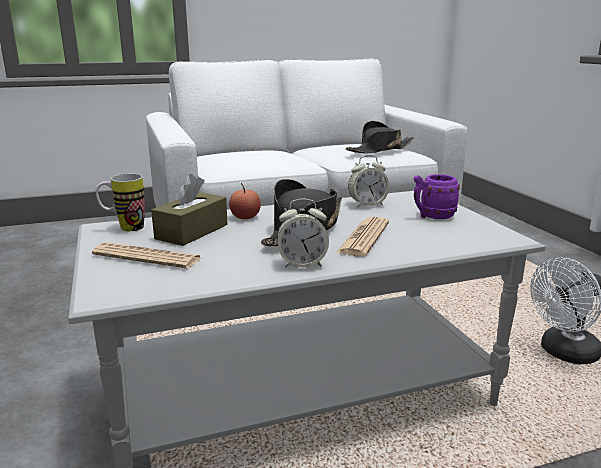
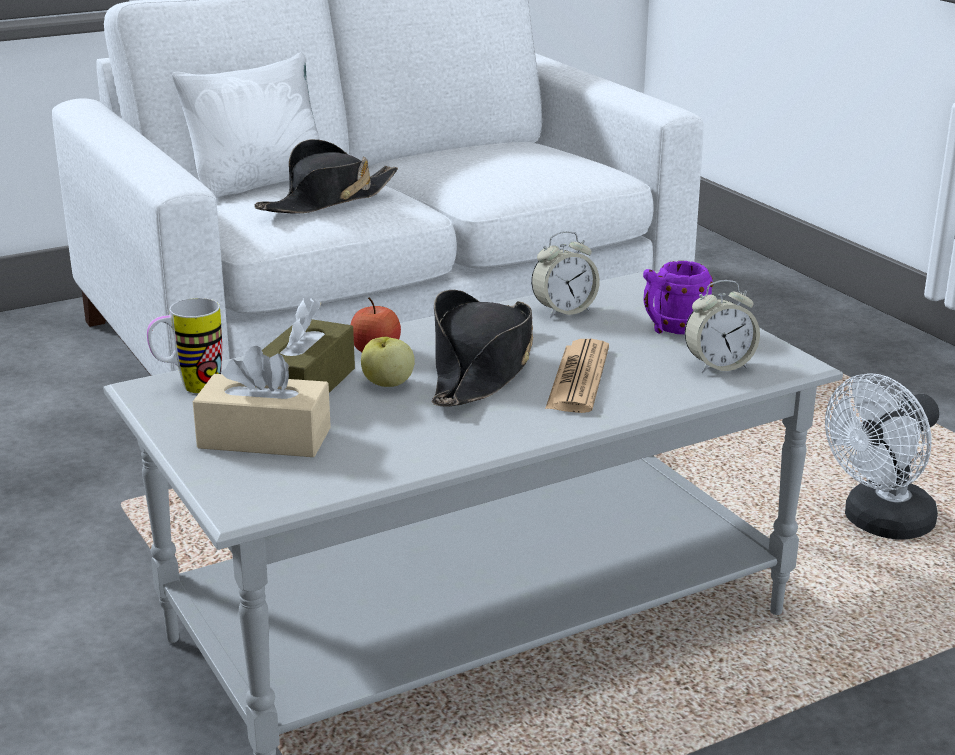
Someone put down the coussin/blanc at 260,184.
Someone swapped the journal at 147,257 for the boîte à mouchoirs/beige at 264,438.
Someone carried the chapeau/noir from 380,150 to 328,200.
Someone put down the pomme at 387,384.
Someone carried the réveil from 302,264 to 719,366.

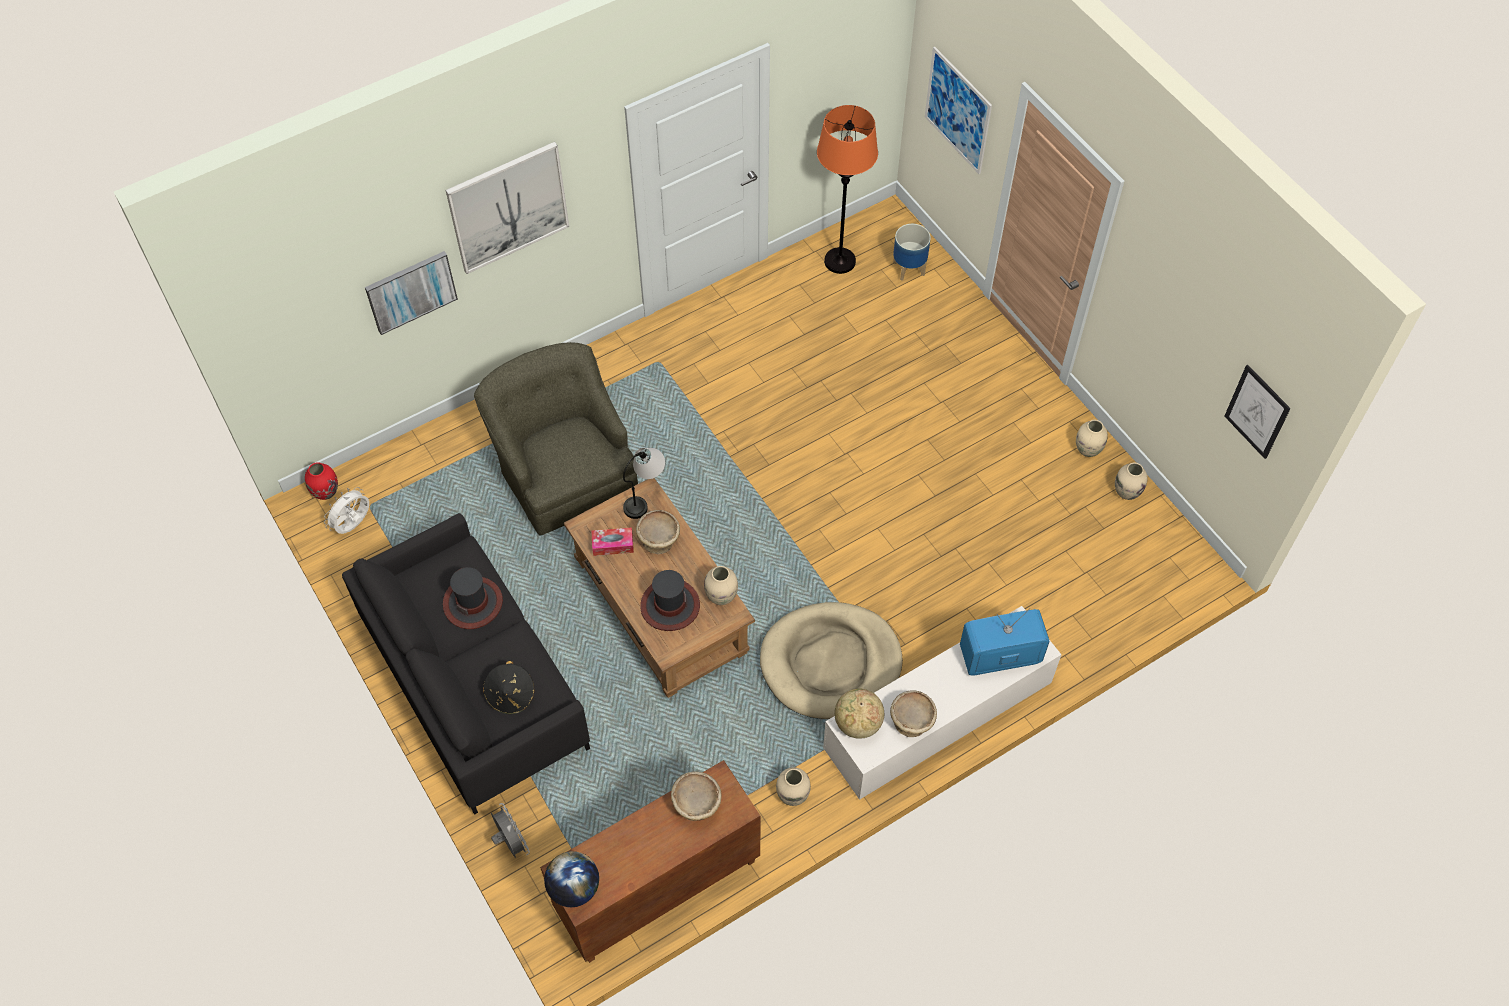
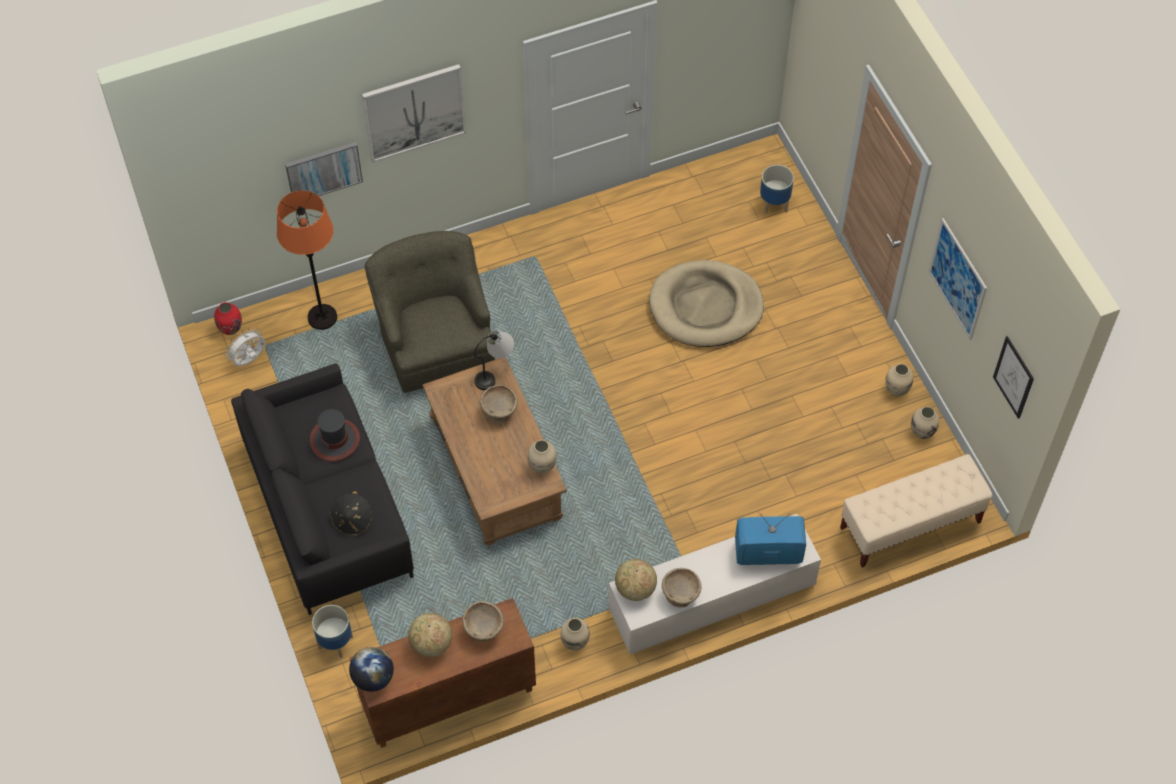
Someone carried the lampadaire/orange from 840,261 to 322,317.
Someone swapped the ventilateur/gris at 511,842 for the cache-pot at 335,642.
Someone put down the globe at 431,644.
Someone carried the panier pour chien/beige from 830,663 to 705,307.
Someone put down the banc/beige at 910,525.
Someone carried the tableau from 957,110 to 957,279.
Someone took away the boîte à mouchoirs at 613,545.
Someone took away the chapeau at 669,605.

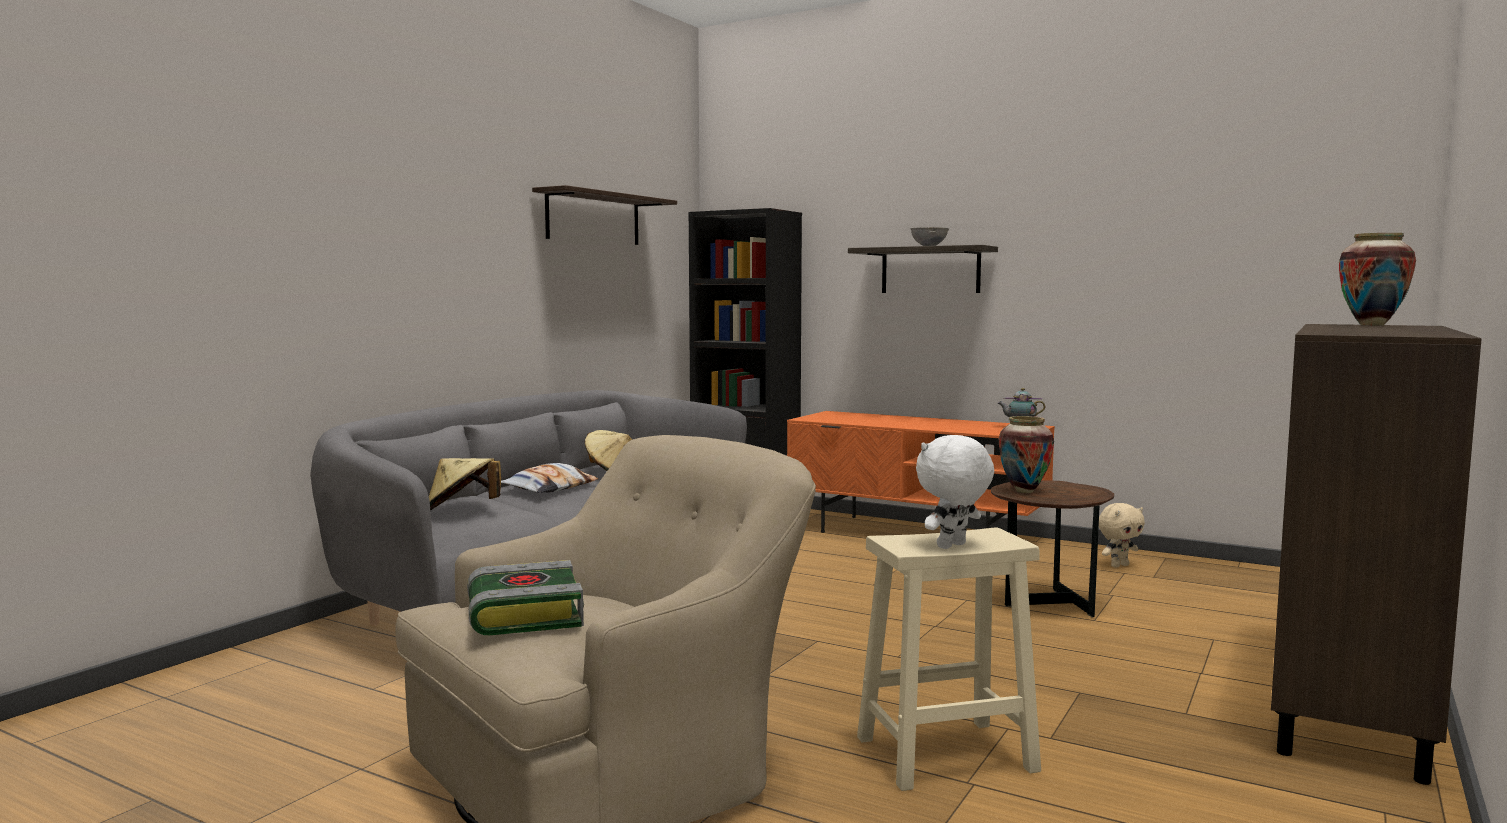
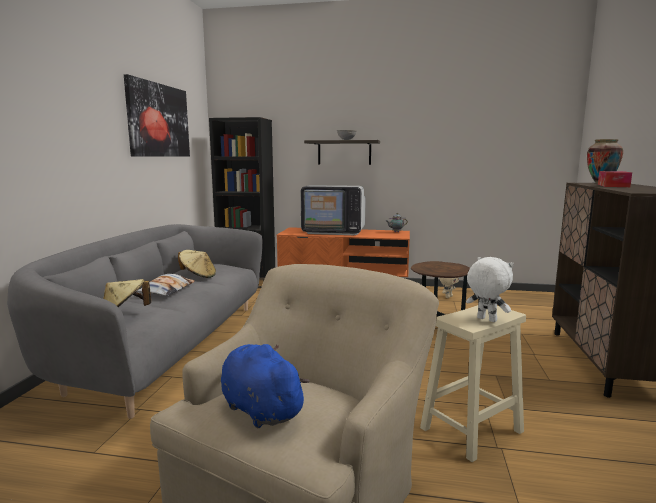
Someone swapped the étagère at 593,218 for the tableau at 159,120.
Someone swapped the livre at 522,614 for the peluche/bleu at 259,409.
Someone put down the téléviseur at 334,232.
Someone rotated the peluche/blanc at 953,546 by 105 degrees clockwise.
Someone put down the boîte à mouchoirs at 613,185.
Someone took away the vase at 1024,491.

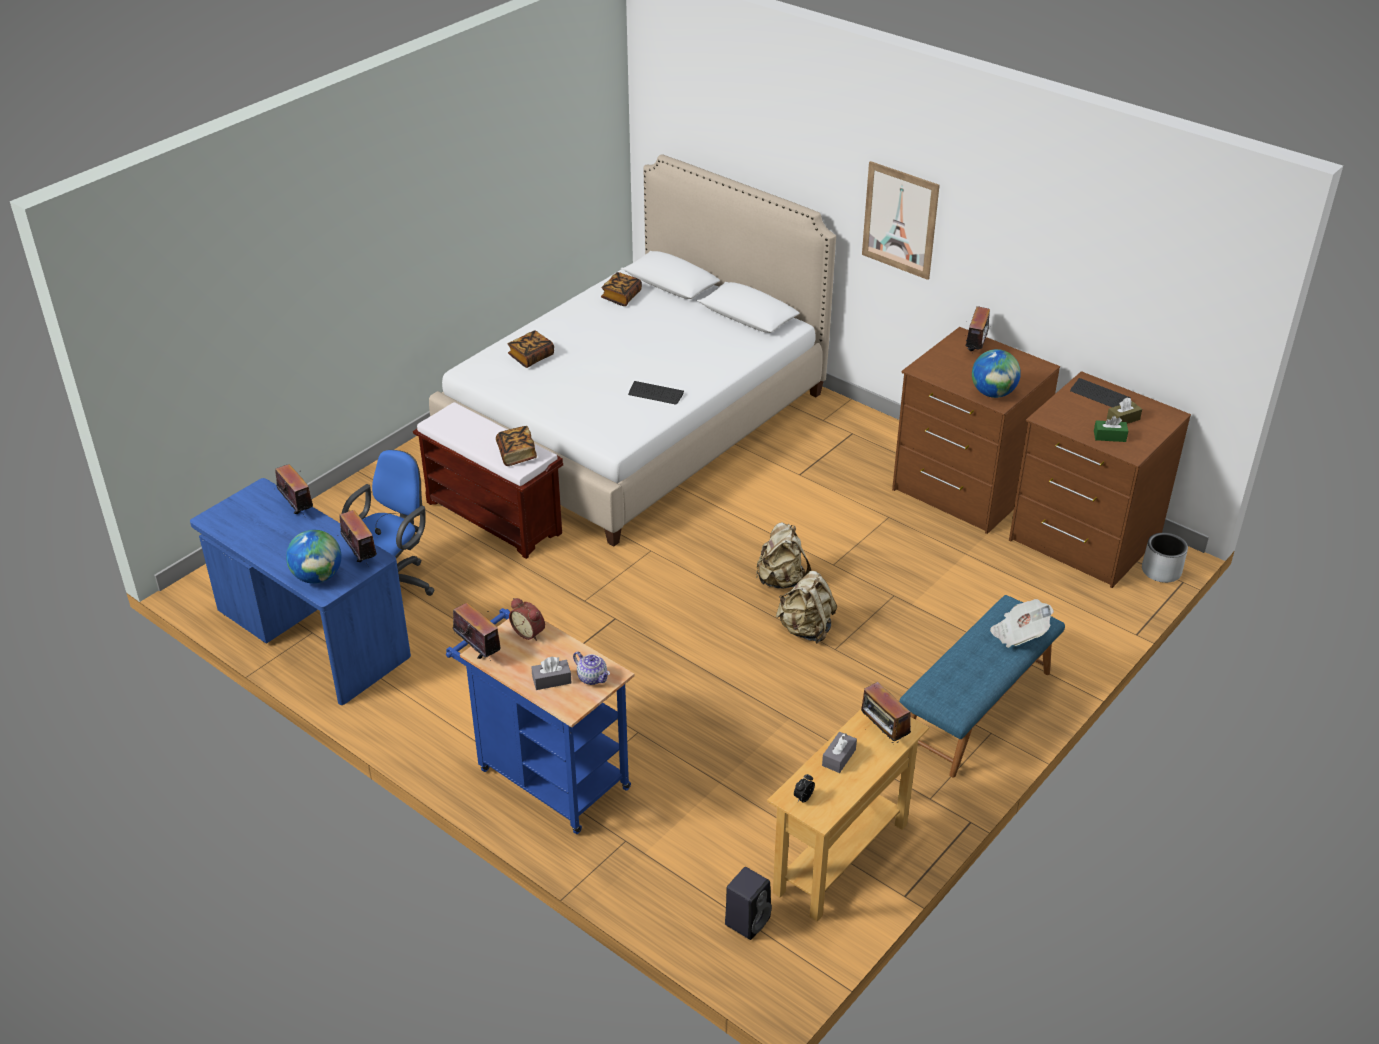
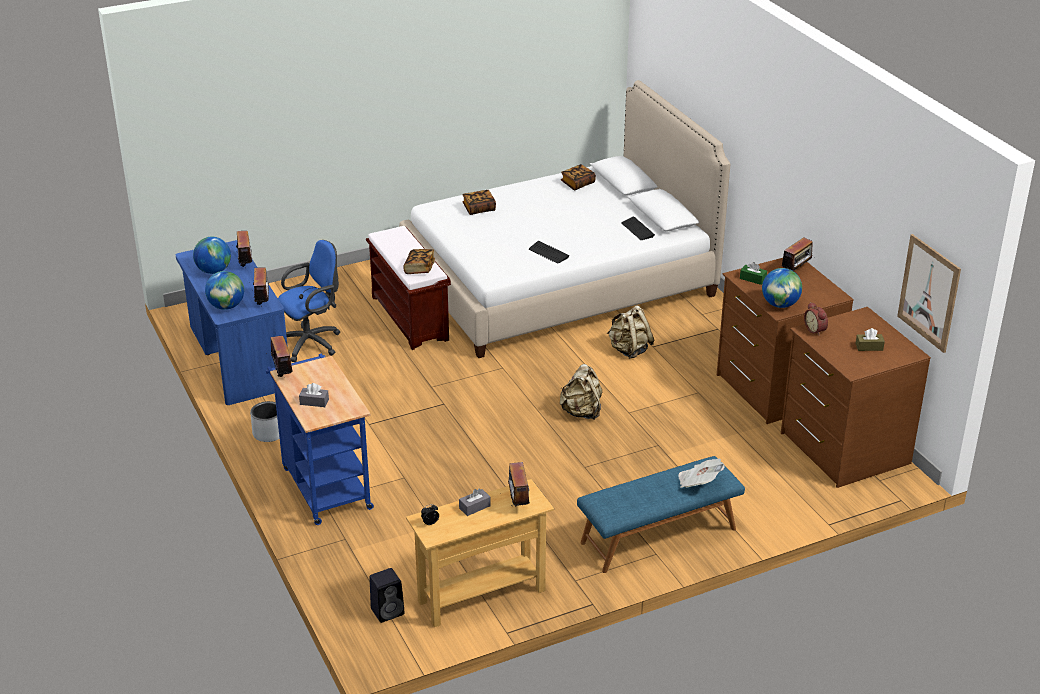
Someone put down the globe at 214,271.
Someone carried the cache-pot/gris from 1160,571 to 268,433.
Someone carried the sac à dos/beige from 806,629 to 629,350.
Someone carried the clavier from 1099,395 to 637,229.
Someone carried the boîte à mouchoirs/vert from 1109,436 to 753,279.
Someone carried the réveil from 529,632 to 816,330.
Someone carried the tableau from 900,220 to 929,293.
Someone took away the théière at 592,678.

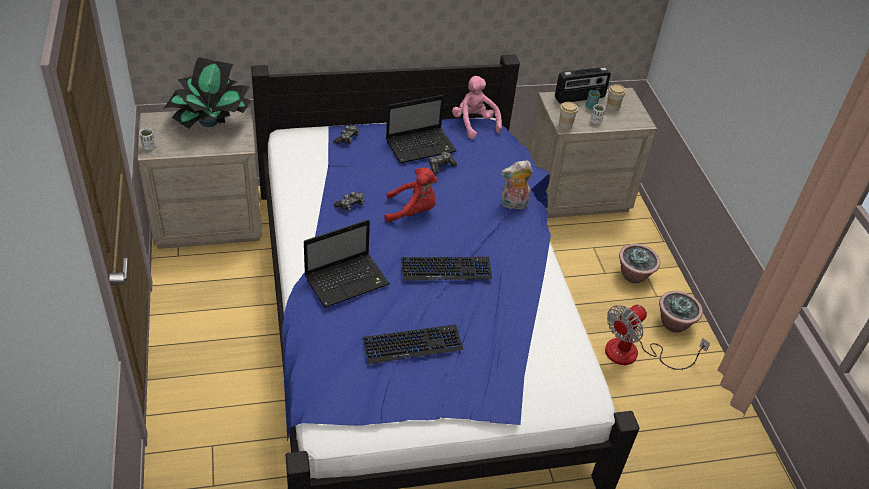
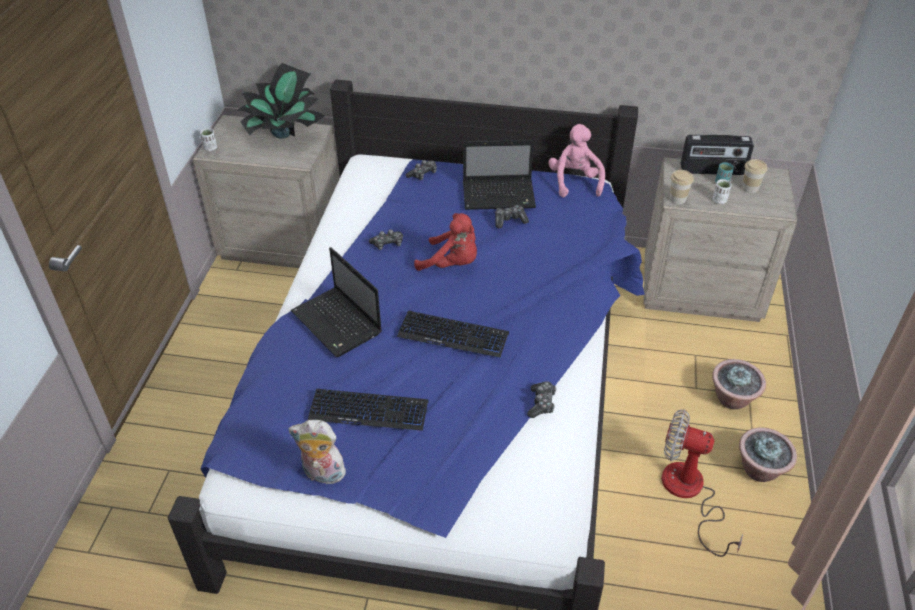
Someone carried the peluche from 513,205 to 322,474.
Someone rotated the ordinateur portable at 348,280 by 60 degrees clockwise.
Someone put down the manette at 541,403.
Someone rotated the ventilateur at 634,354 by 45 degrees clockwise.

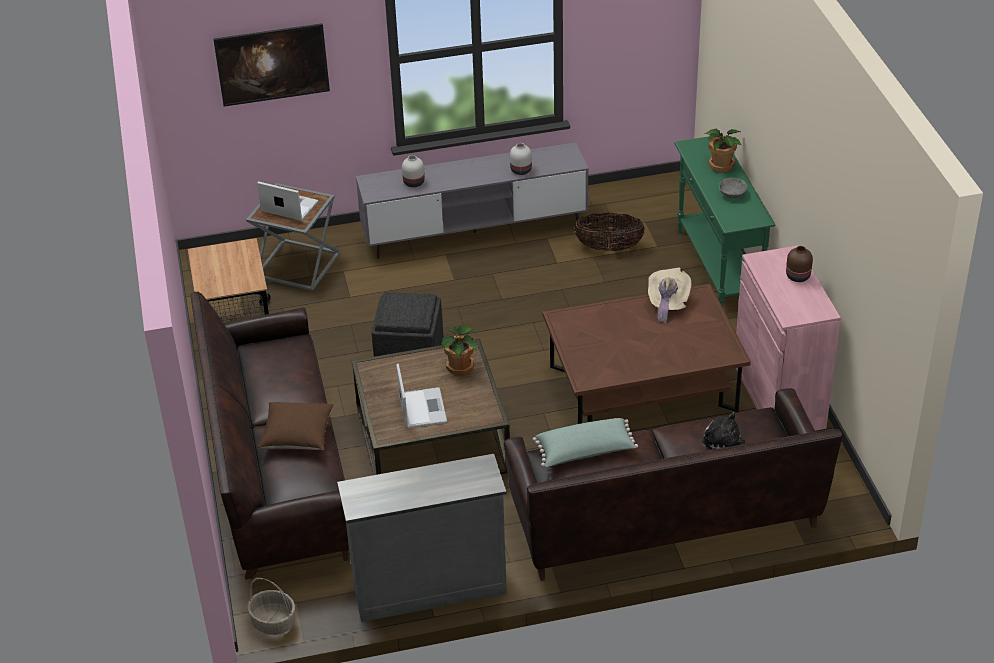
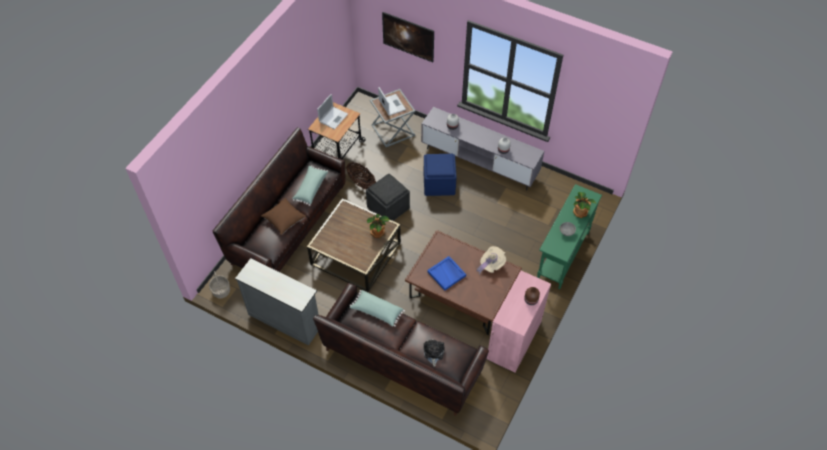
Someone put down the coussin/vert at 310,188.
Someone carried the ordinateur portable from 422,407 to 333,117.
Someone carried the panier from 609,247 to 361,183.
Someone put down the pouf/bleu at 438,184.
Someone put down the plateau/bleu at 447,274.

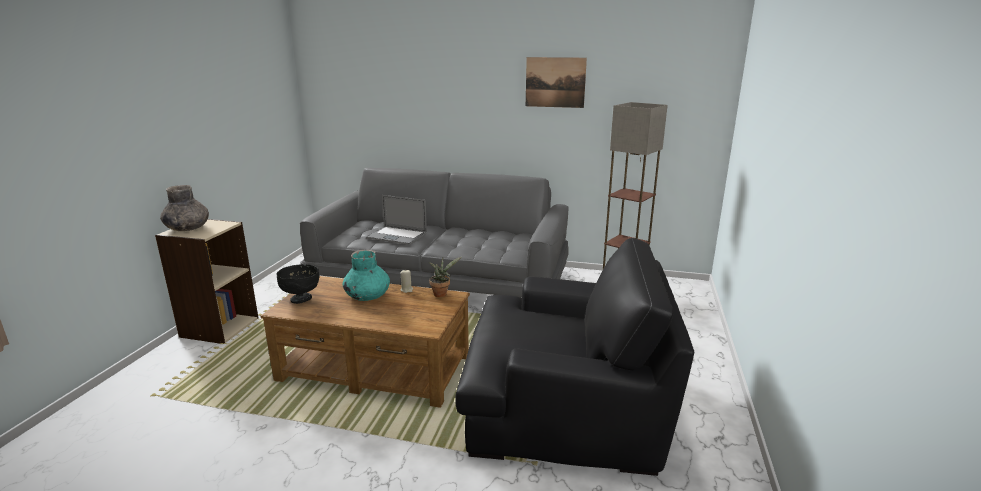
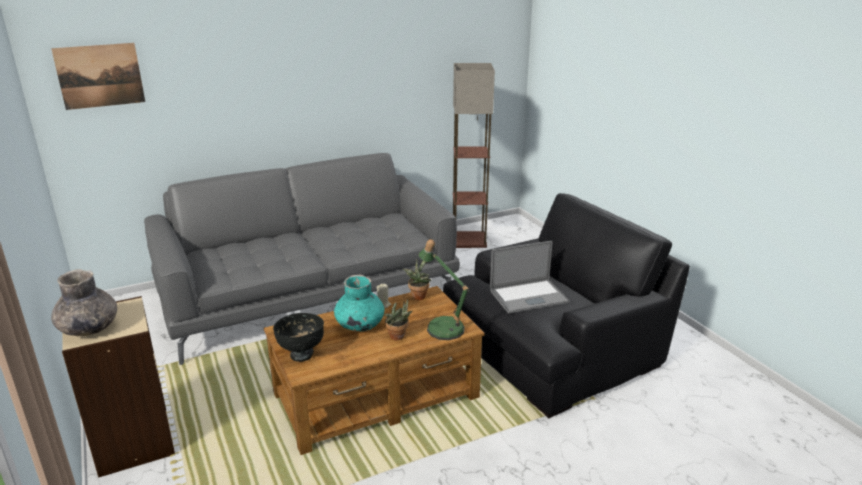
Someone carried the tableau from 555,82 to 100,76.
Someone put down the plante en pot at 399,337.
Someone put down the lampe de table at 442,326.
Someone carried the ordinateur portable from 396,236 to 528,296.

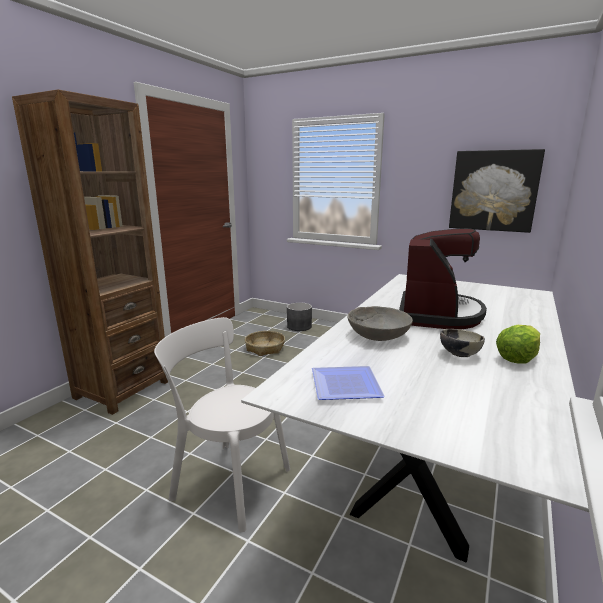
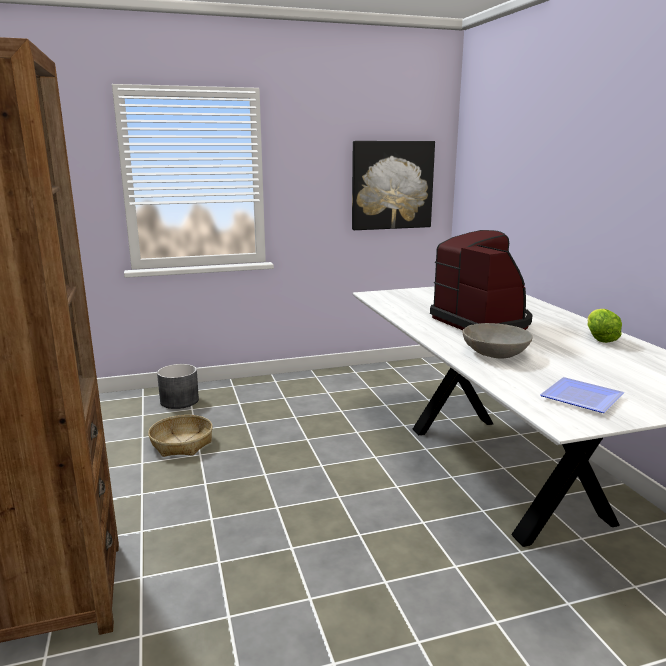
Someone took away the chaise/blanc at 227,481.
Someone took away the bol at 459,354.

